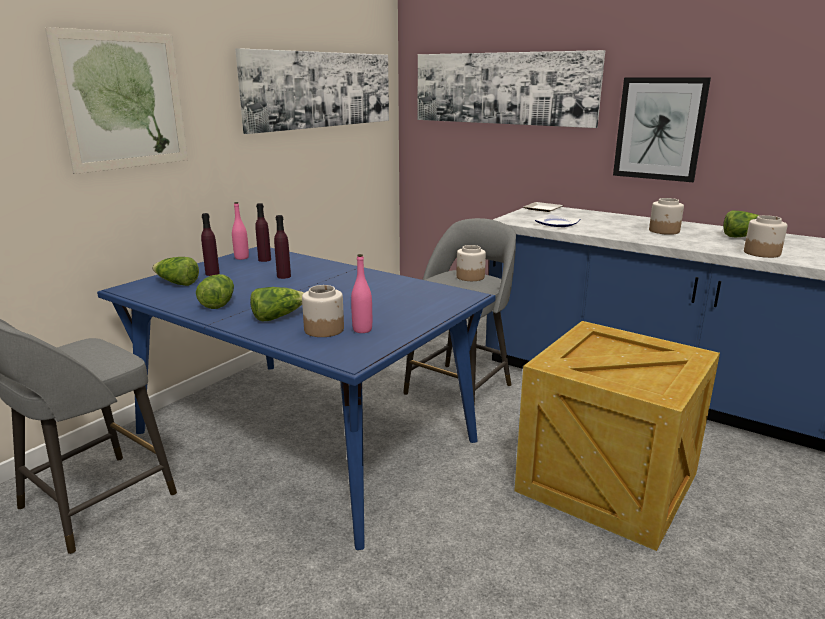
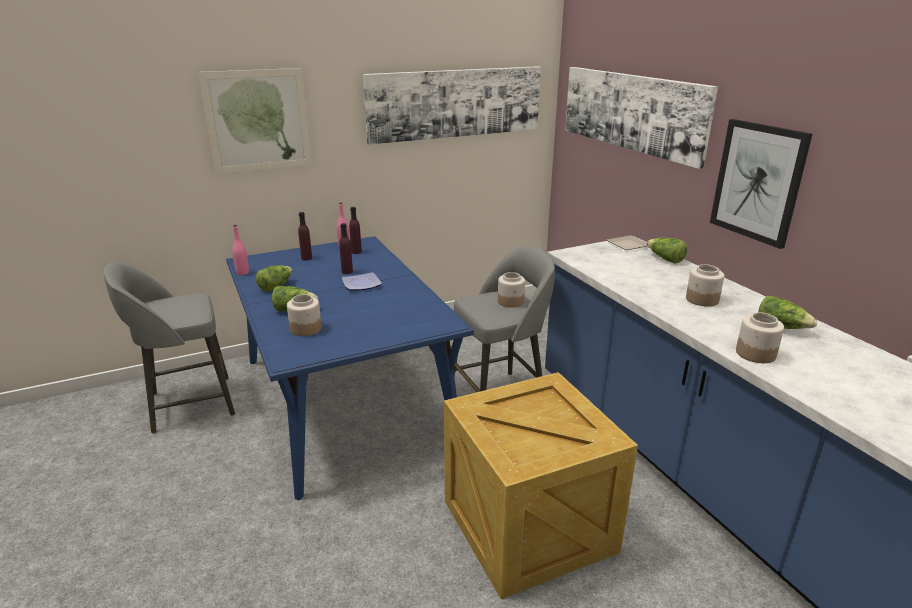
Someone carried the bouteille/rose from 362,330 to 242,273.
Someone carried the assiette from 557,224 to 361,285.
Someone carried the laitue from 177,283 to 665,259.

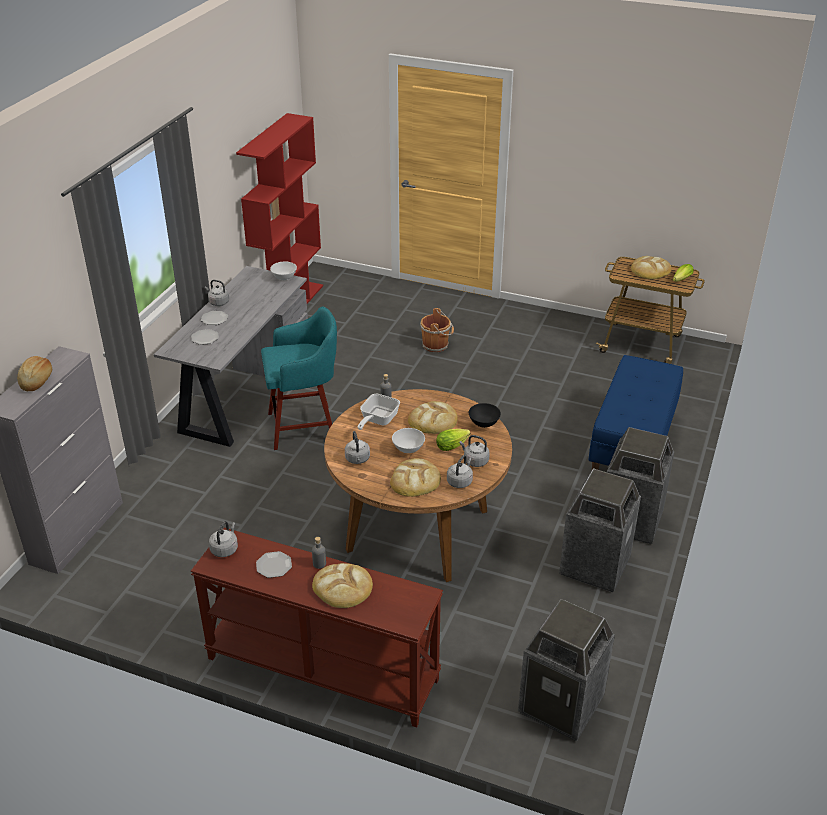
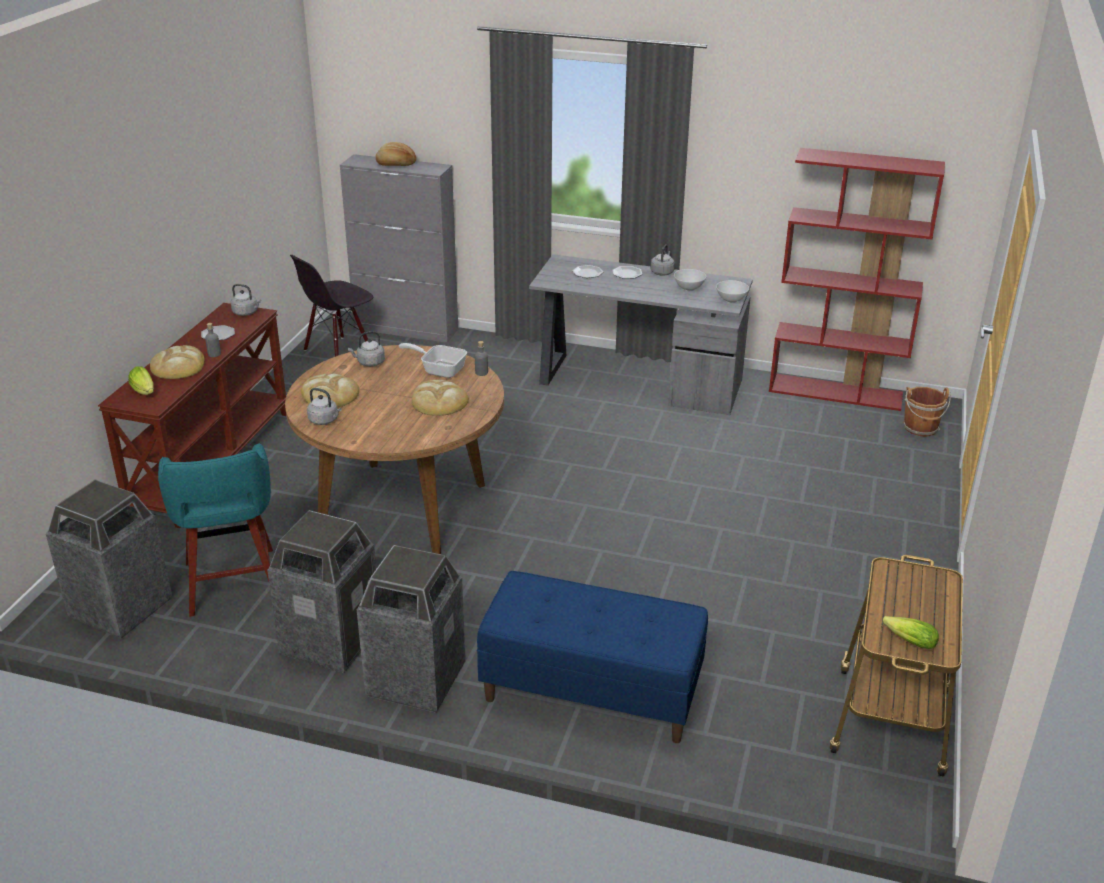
Someone carried the laitue from 453,445 to 144,391.
Someone carried the tabouret/turquoise from 304,427 to 232,584.
Someone put down the chaise/noir at 339,353.
Someone carried the bol/blanc from 408,450 to 689,289.
Someone carried the seau/marron from 436,345 to 921,429.
Someone took away the bouilloire/gris at 474,461.
Someone took away the bol/noir at 484,424.
Someone took away the pain at 650,270.

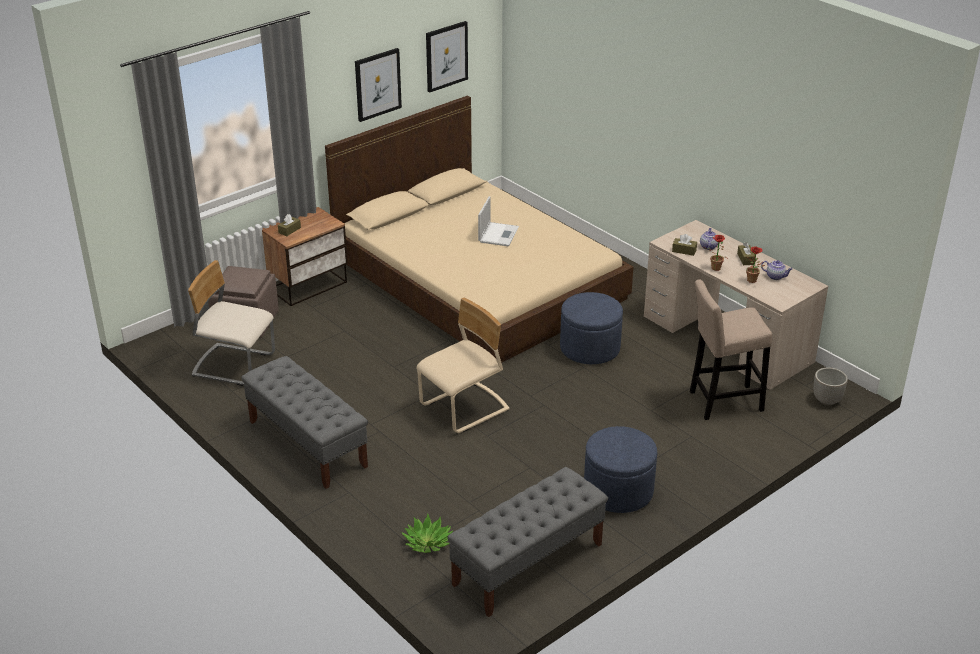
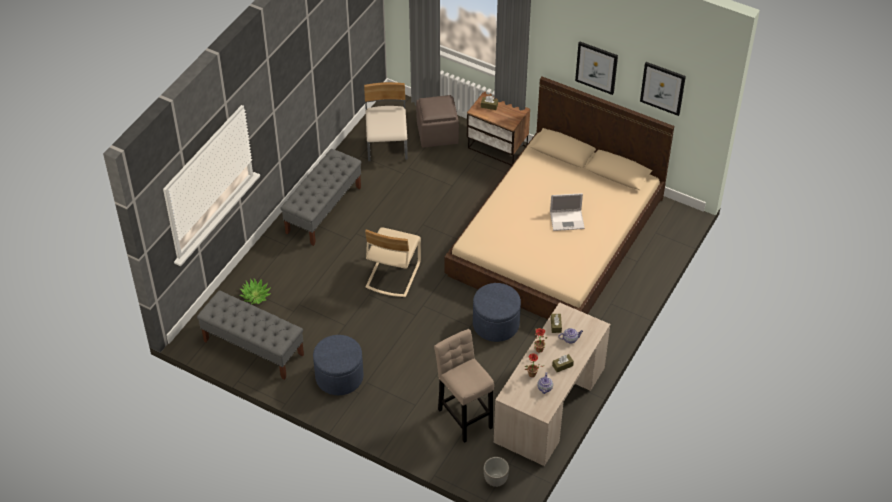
Someone rotated the chaise/beige at 465,409 by 75 degrees clockwise.

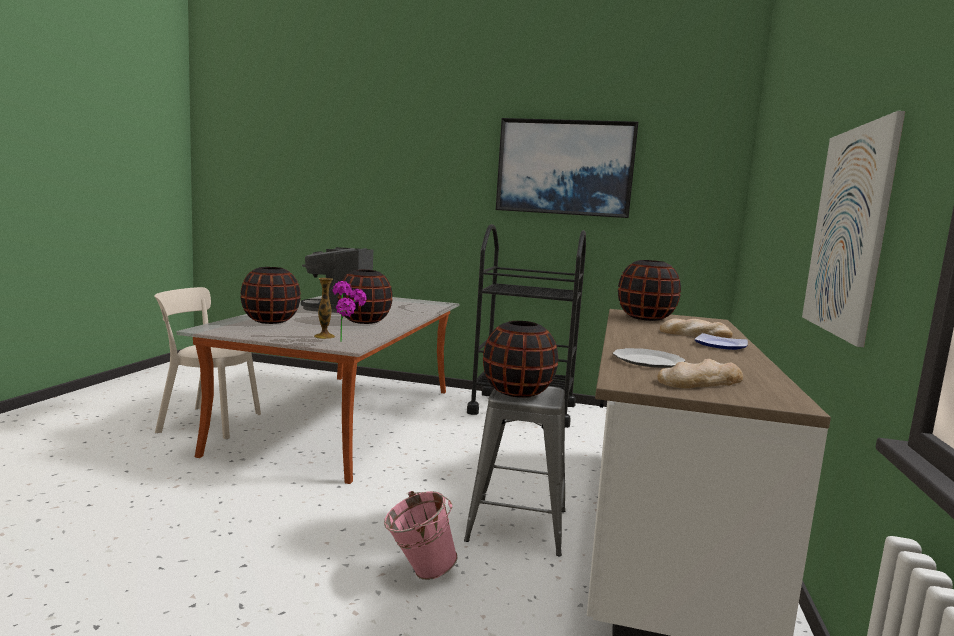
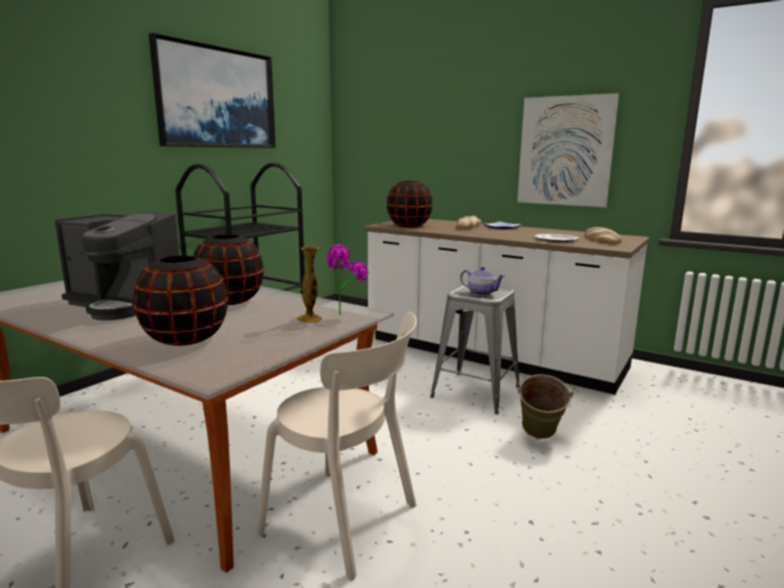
Someone put down the chaise/beige at 345,522.
Someone swapped the vase/noir at 518,392 for the théière at 481,293.
Someone repainted the seau/rose at 418,572, which became the seau/vert at 539,437.

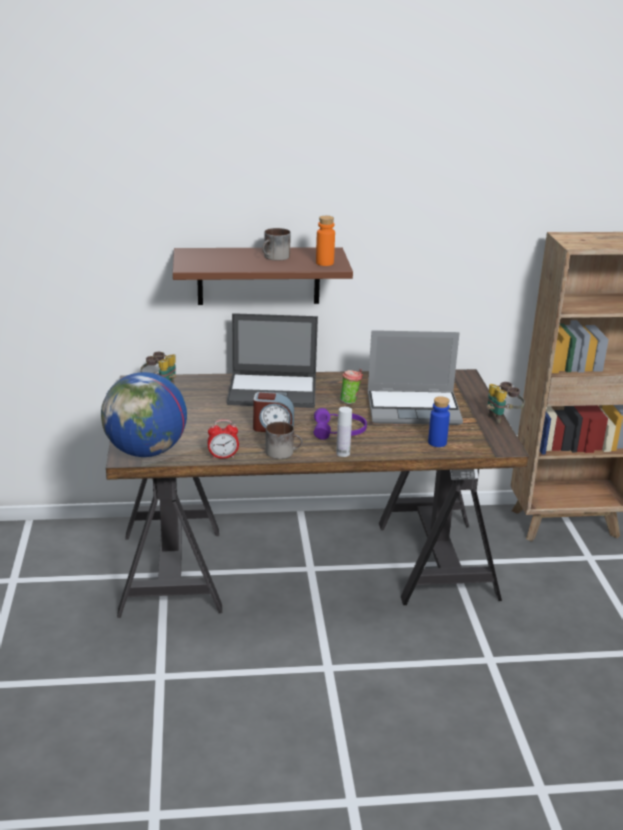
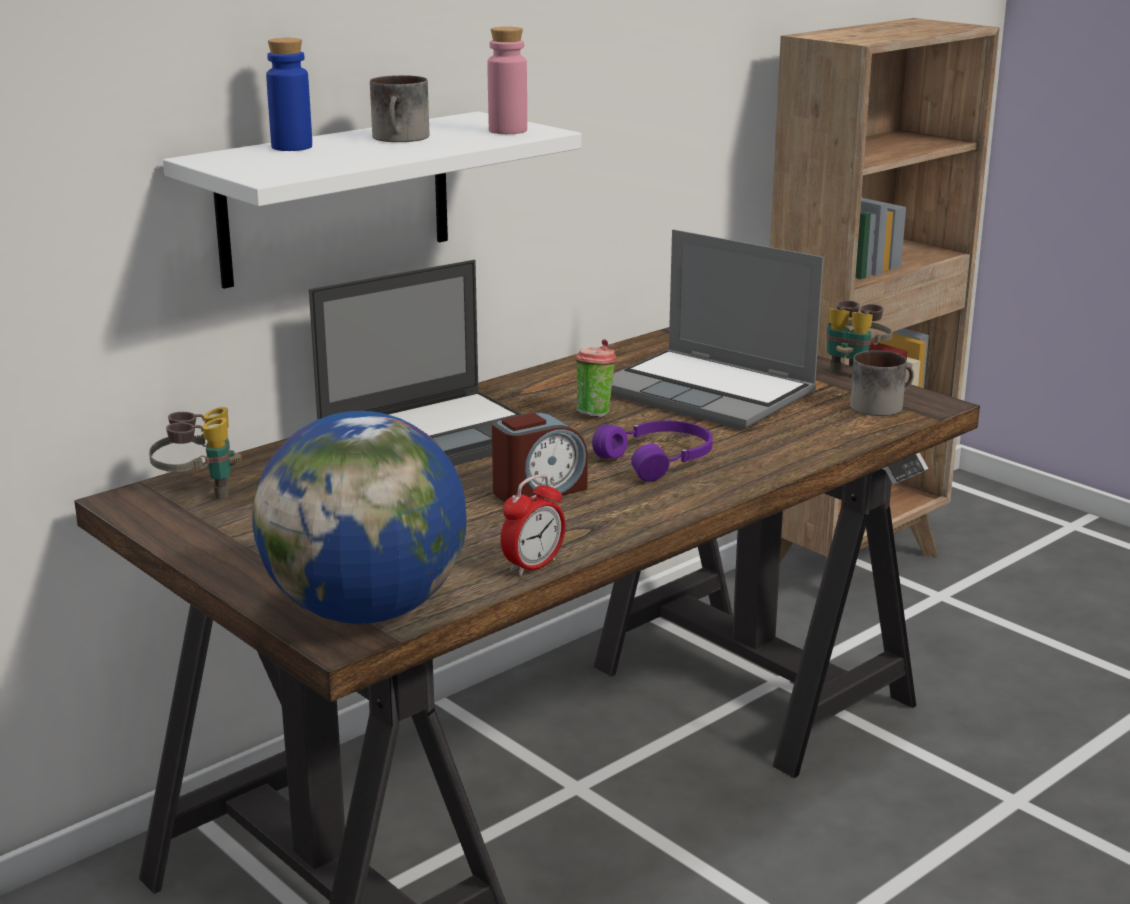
Someone repainted the étagère/marron at 258,275, which became the étagère/blanc at 335,198.
Someone carried the bouteille/bleu from 437,442 to 292,147.
Someone repainted the bouteille/orange at 324,263, which became the bouteille/rose at 508,131.
Someone rotated the ordinateur portable at 414,408 by 75 degrees clockwise.
Someone carried the mug from 283,452 to 880,405.
Someone took away the bouteille/blanc at 343,453.

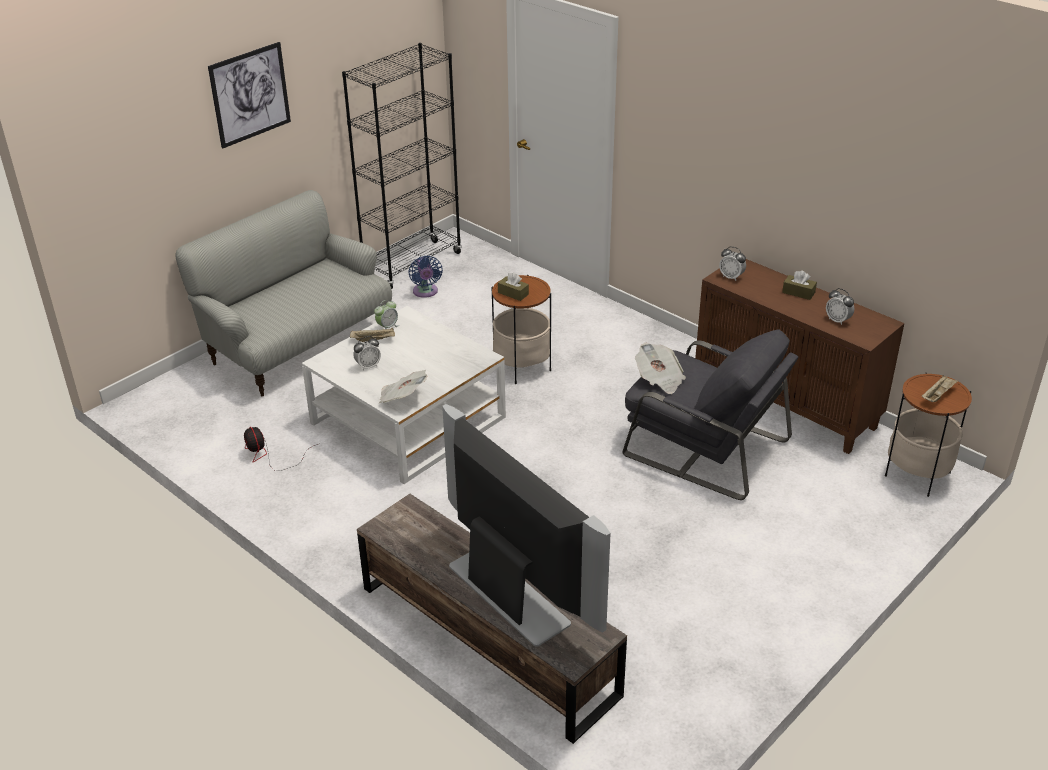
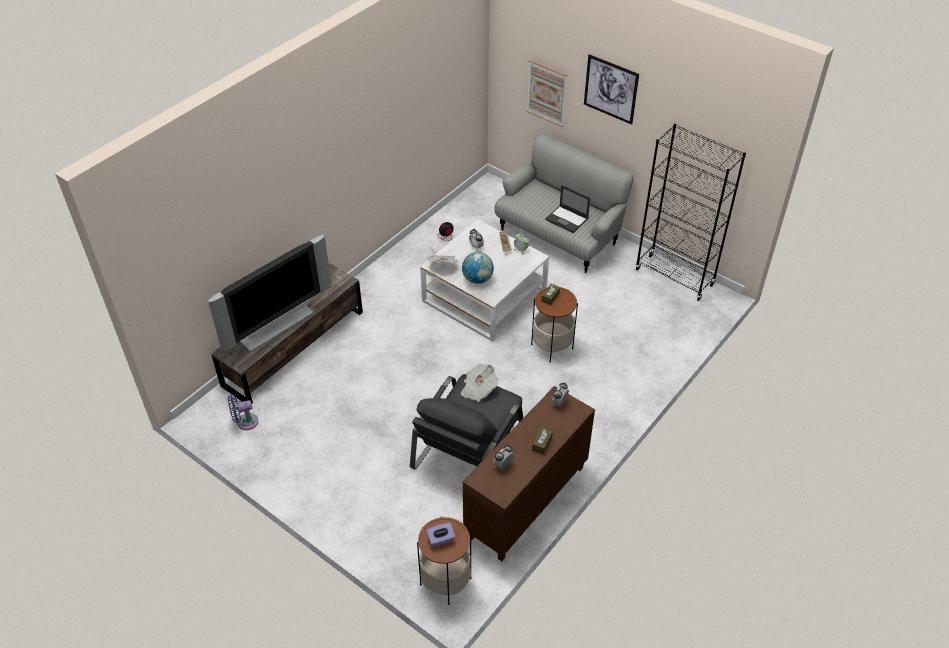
Someone carried the ventilateur/bleu from 425,292 to 245,422.
Someone swapped the plateau/beige at 937,395 for the boîte à mouchoirs/violet at 441,539.
Someone put down the globe at 477,279.
Someone put up the tableau at 547,93.
Someone put down the ordinateur portable at 567,219.

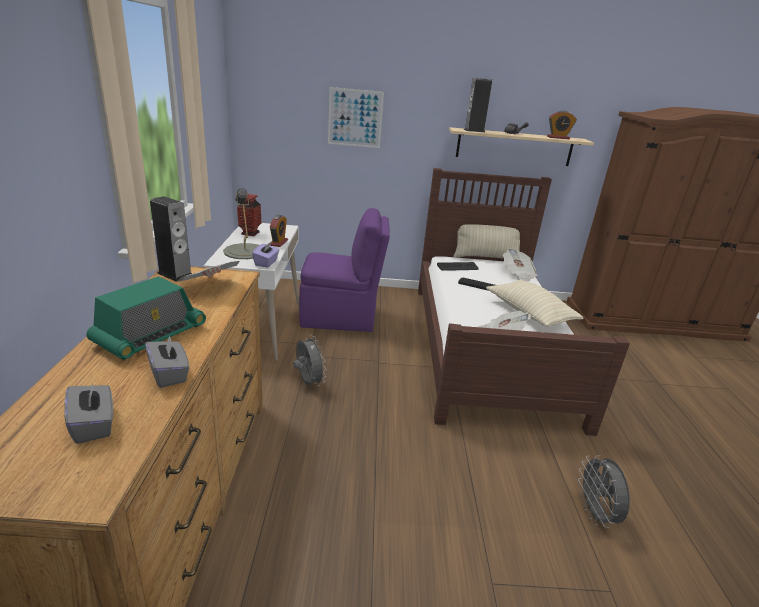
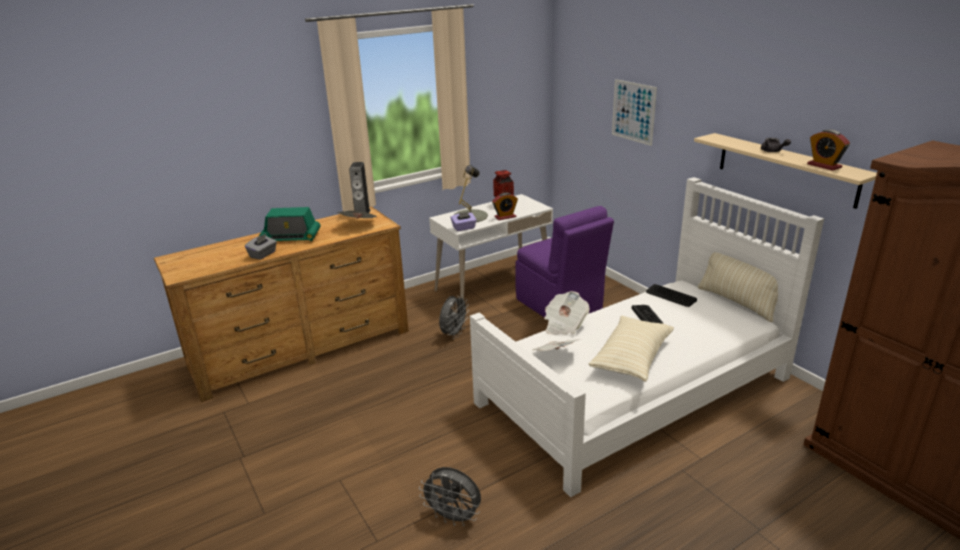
Someone rotated the ventilateur/gris at 596,514 by 120 degrees counterclockwise.
Someone repainted the lit/marron at 487,347, which became the lit/blanc at 635,390.
Someone carried the journal from 518,274 to 564,325.
Someone took away the boîte à mouchoirs/gris at 94,425.
Someone took away the enceinte at 474,130.

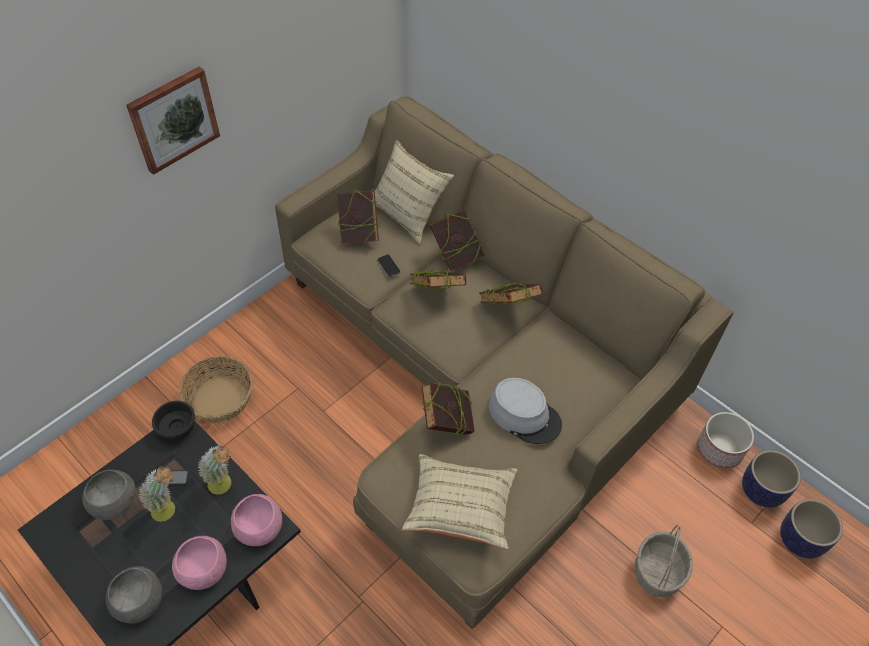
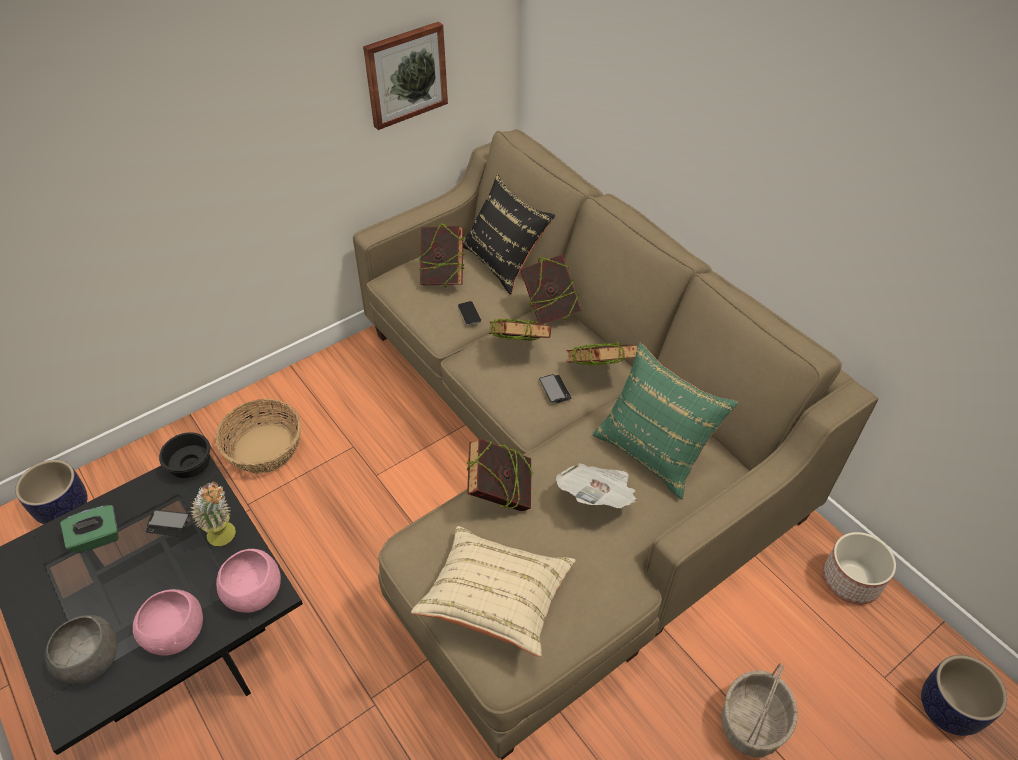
Someone carried the cache-pot from 761,490 to 64,509.
Someone swapped the bol/gris at 114,501 for the boîte à mouchoirs/vert at 97,538.
Someone carried the tableau from 173,119 to 405,74.
Someone repainted the coussin/beige at 408,213, which became the coussin/noir at 504,261.
Someone put down the téléphone at 555,389.
Someone swapped the chapeau/gris at 524,415 for the journal at 597,497.
Someone put down the coussin/vert at 654,449.
Someone took away the plante en pot at 169,510.

